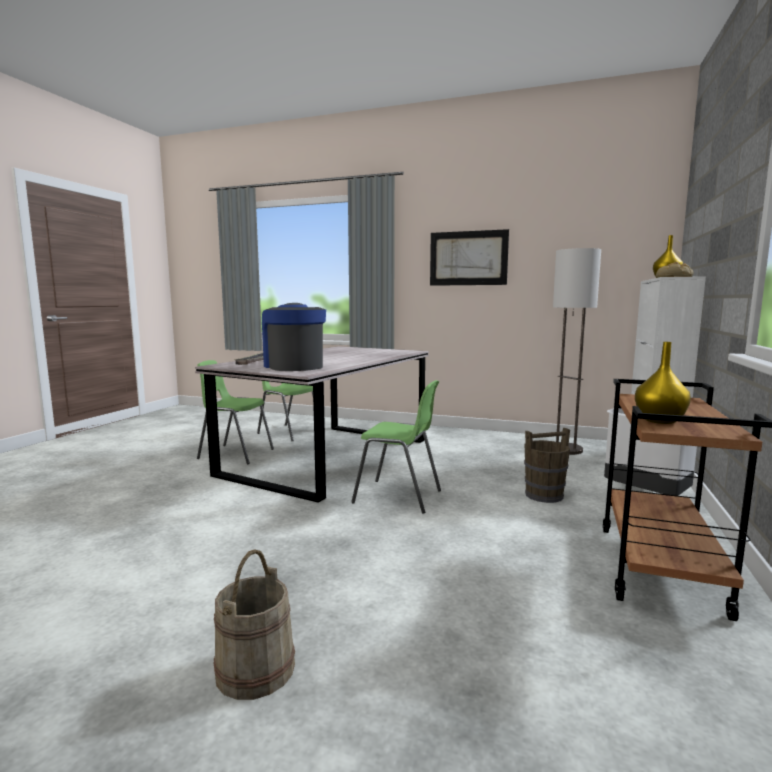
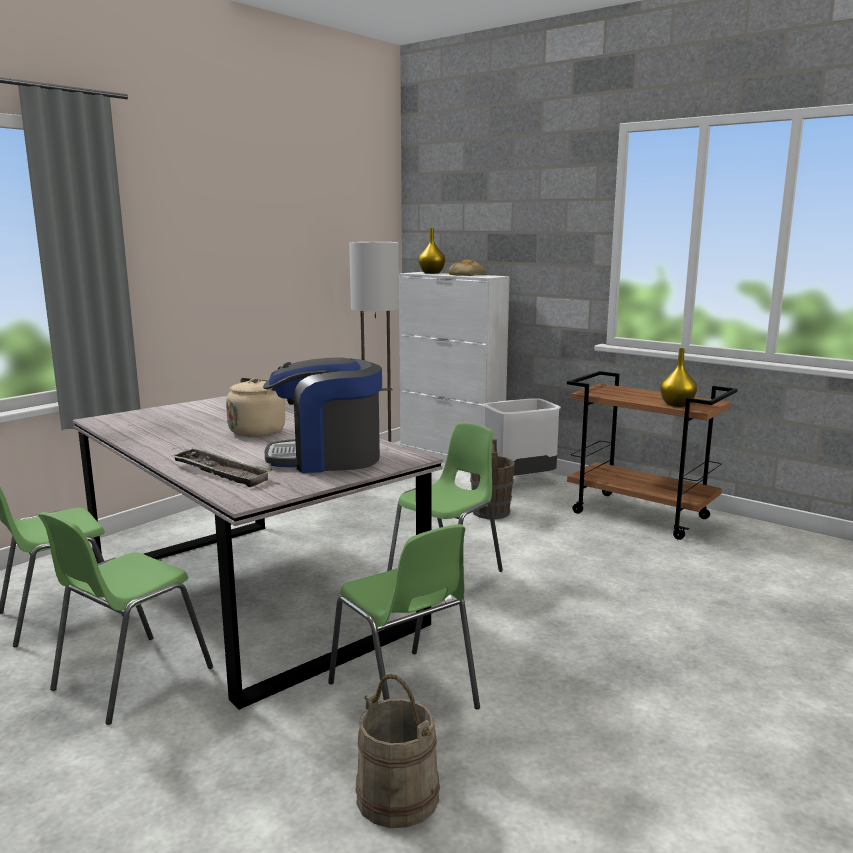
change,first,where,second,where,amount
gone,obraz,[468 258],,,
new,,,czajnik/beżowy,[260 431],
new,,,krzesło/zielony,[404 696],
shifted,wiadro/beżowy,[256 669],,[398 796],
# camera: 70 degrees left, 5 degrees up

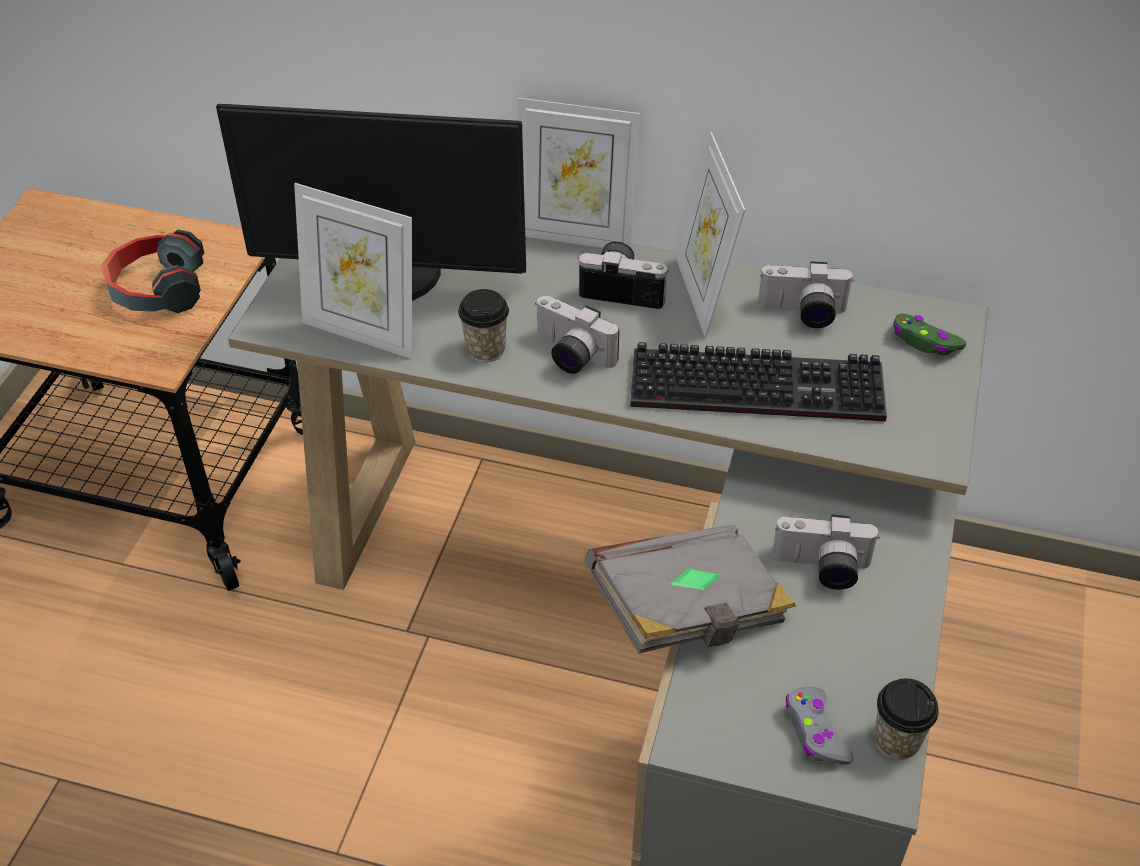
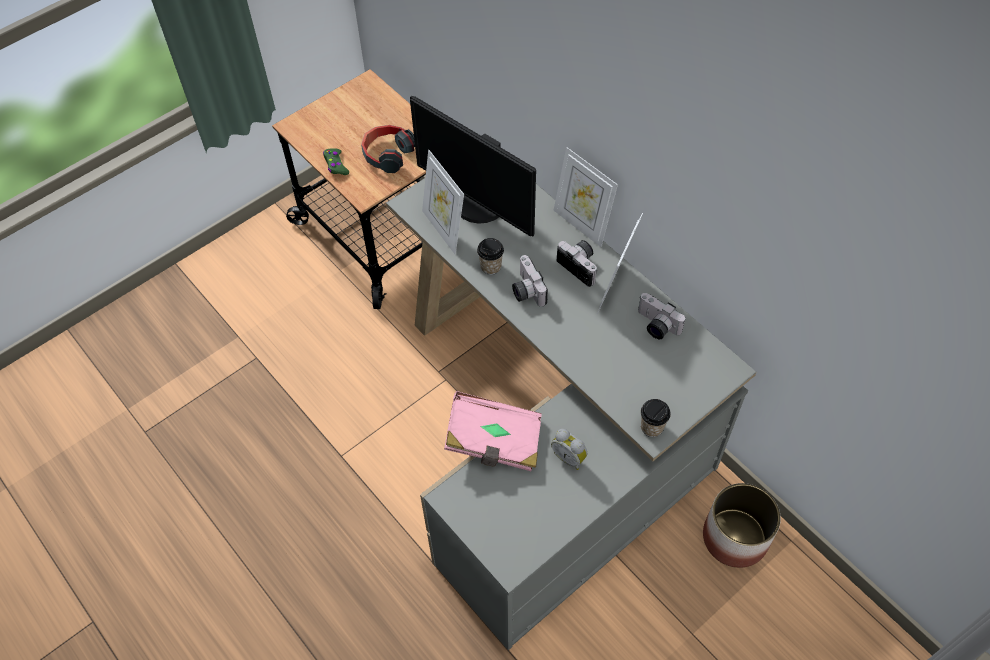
change,first,where,second,where,amount
gone,klawiatura,[761 384],,,
gone,pad do gier/szary,[815 732],,,
new,,,donica,[734 538],
shifted,filiżanka,[896 740],,[652 427],
shifted,pad do gier/zielony,[925 342],,[336 165],
swapped,aparat fotograficzny,[821 569],budzik,[569 457],
repainted,książka/szary,[688 611],książka/różowy,[494 442],
# camera: 35 degrees right, 10 degrees up

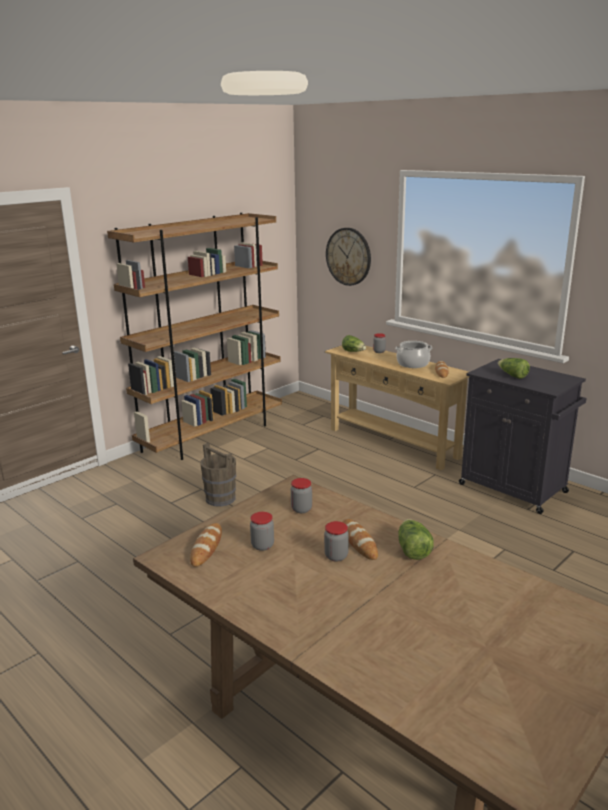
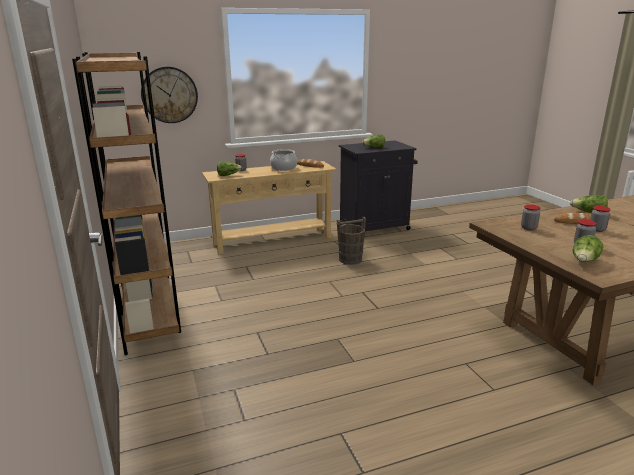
change,first,where,second,where,amount
shifted,wiadro/brązowy,[220 498],,[350 259],
swapped,chleb,[206 547],sałata,[584 261],
# camera: 65 degrees left, 0 degrees up

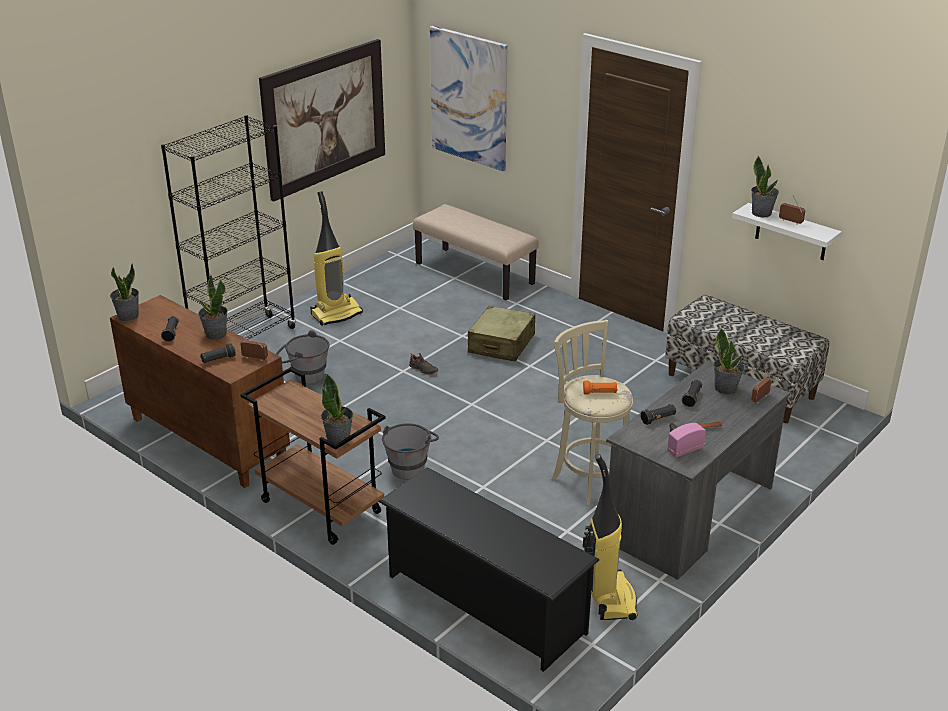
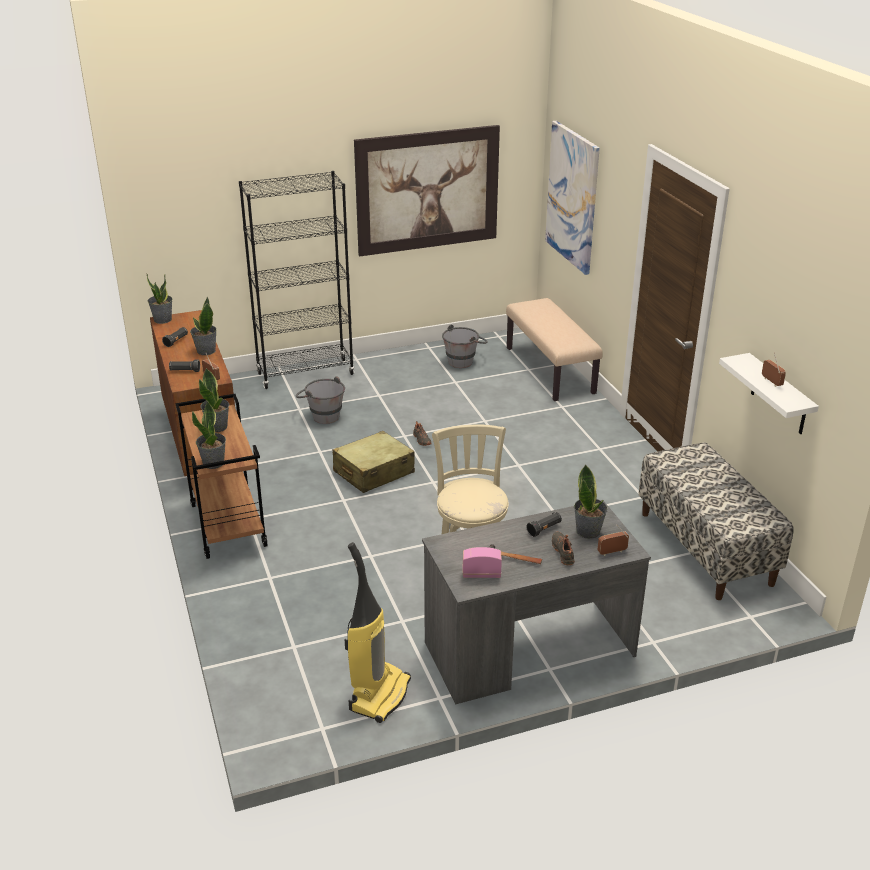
change,first,where,second,where,amount
gone,odkurzacz,[336 314],,,
gone,regał na buty/czarny,[484 603],,,
gone,latarka/pomarańczowy,[600 393],,,
gone,latarka/czarny,[658 419],,,
new,,,but/czarny,[563 552],
shifted,wiadro/szary,[410 465],,[464 360],
shifted,walizka/beżowy,[501 344],,[373 472],
shifted,roślina doniczkowa,[761 213],,[217 427],
# camera: 30 degrees right, 0 degrees up

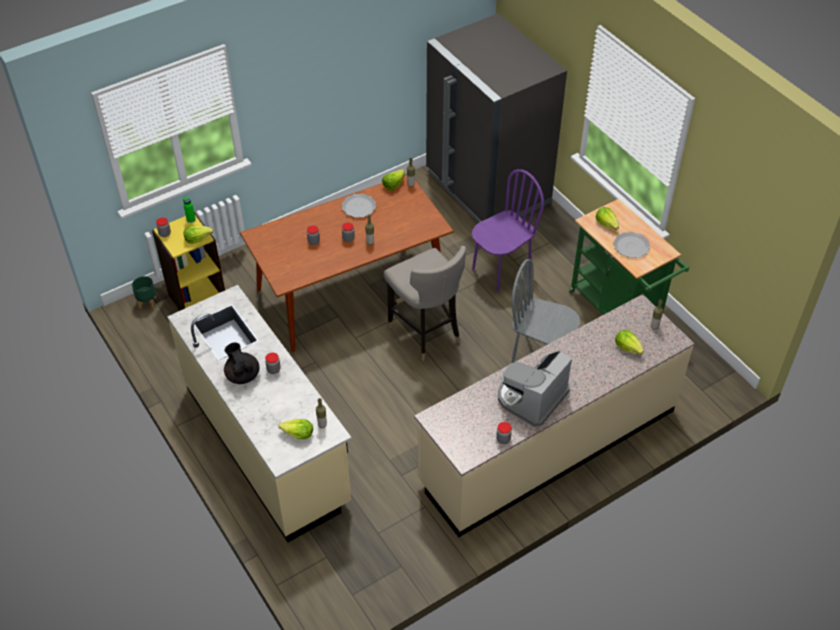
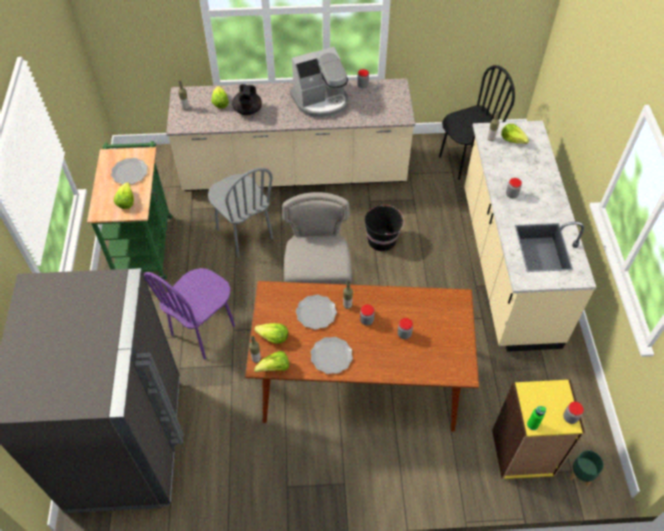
change,first,where,second,where,amount
new,,,talerz,[316 313],
new,,,wiadro/czarny,[382 239],
new,,,krzesło/czarny,[465 161],
shifted,sałata,[198 238],,[273 337],
shifted,imbryk/czarny,[242 375],,[247 111],
rotated,krzesło/fioletowy,[501 270],,[203 330],45 degrees counterclockwise
# camera: 150 degrees left, 5 degrees up

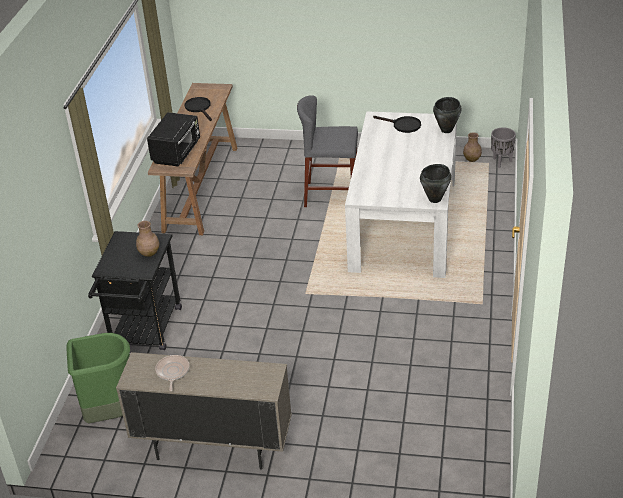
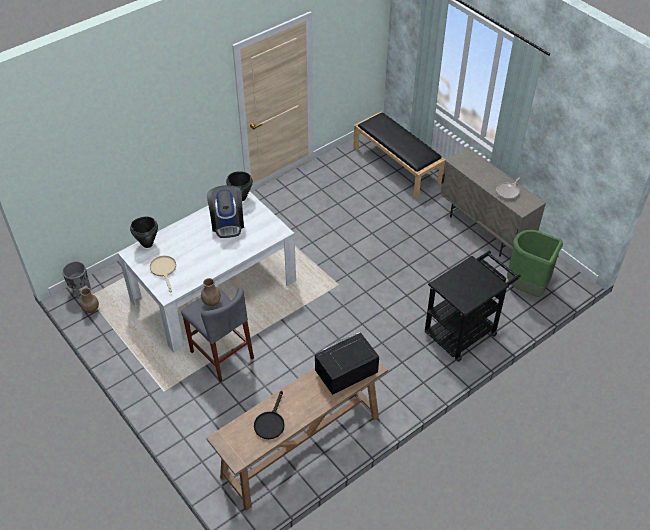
change,first,where,second,where,amount
new,,,ekspres do kawy,[227 223],
new,,,ławka/czarny,[397 165],
shifted,wazon/brązowy,[149 253],,[212 302],
repainted,patelnia/czarny,[403 125],patelnia/beżowy,[164 270],
# camera: 140 degrees left, 10 degrees up

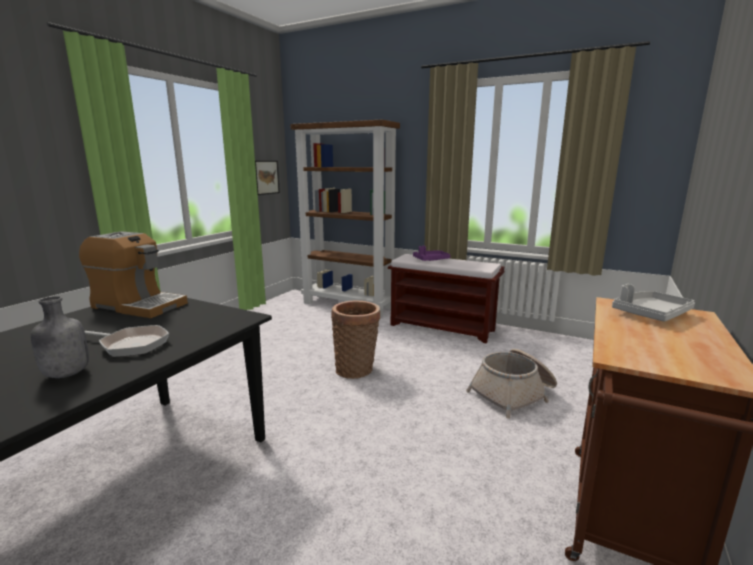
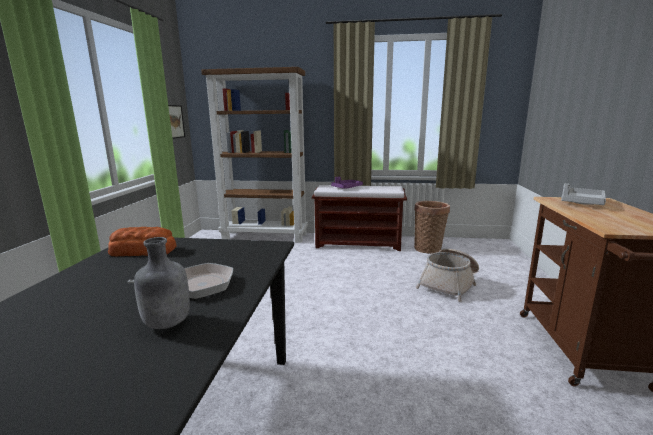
change,first,where,second,where,amount
shifted,koszyk,[356 369],,[429 248],
swapped,ekspres do kawy,[138 305],chleb,[142 251],
# camera: 20 degrees left, 0 degrees up

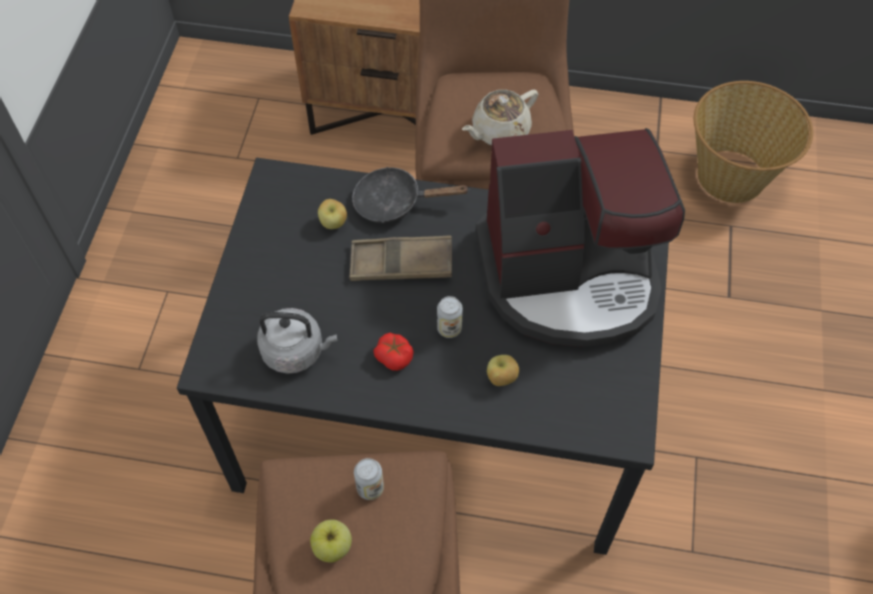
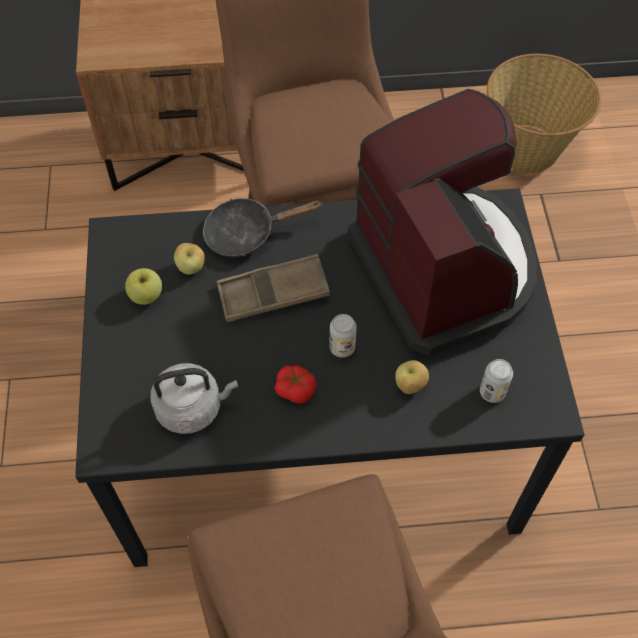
change,first,where,second,where,amount
gone,imbryk/beżowy,[499 131],,,
shifted,jabłko,[332 547],,[146 296],
shifted,puszka,[370 488],,[492 392],
rotated,ekspres do kawy,[570 277],,[444 269],90 degrees counterclockwise
# camera: 15 degrees left, 0 degrees up

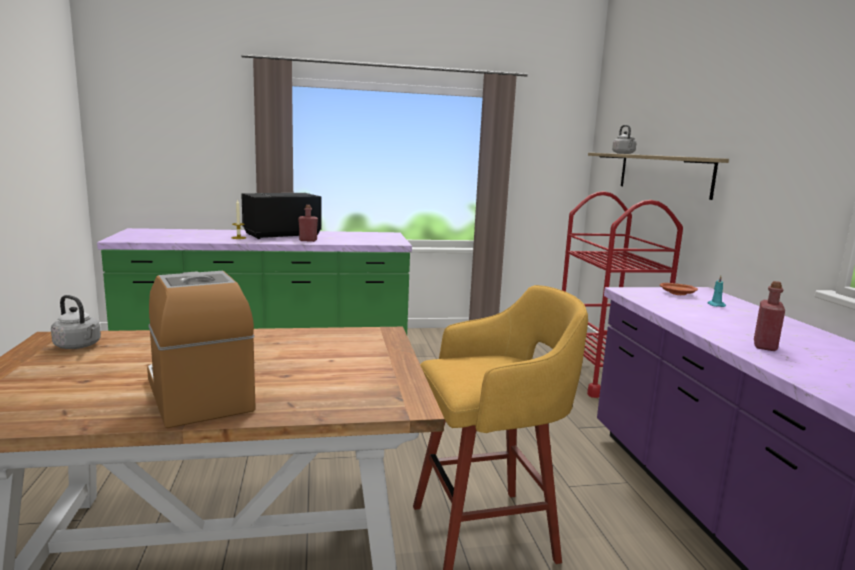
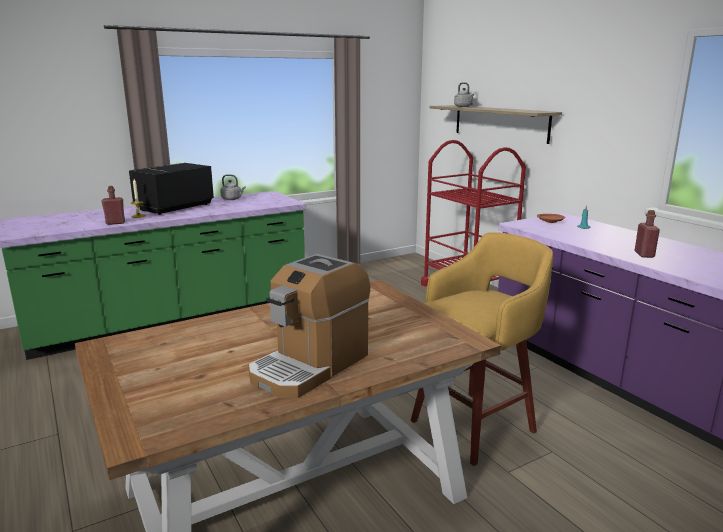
change,first,where,second,where,amount
shifted,czajnik/szary,[79 346],,[232 199],
shifted,butelka/czerwony,[308 240],,[115 223],
rotated,ekspres do kawy,[198 394],,[310 366],90 degrees counterclockwise
# camera: 20 degrees left, 5 degrees up

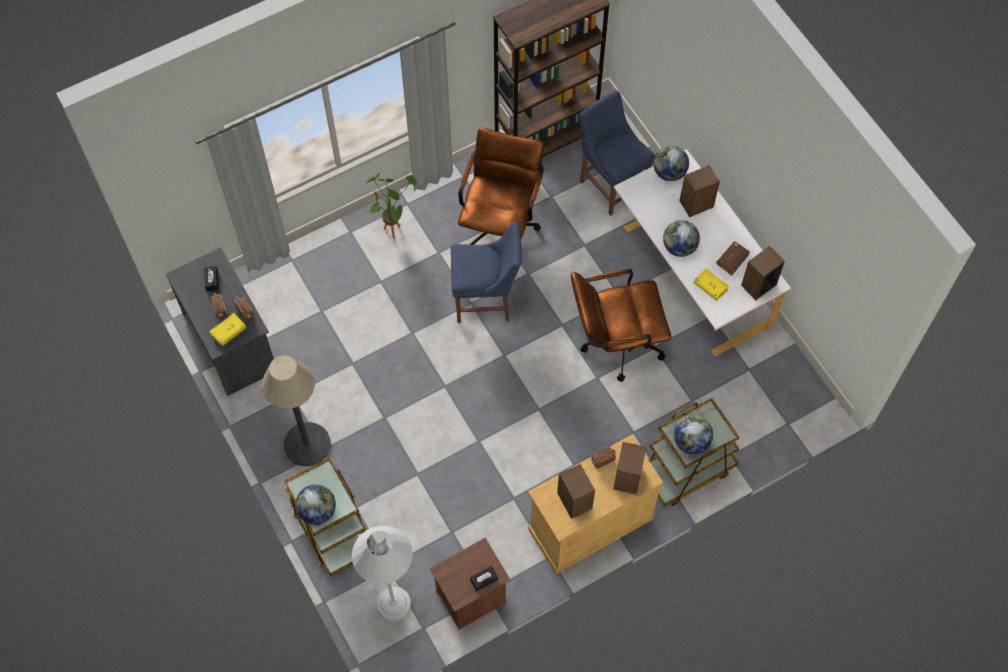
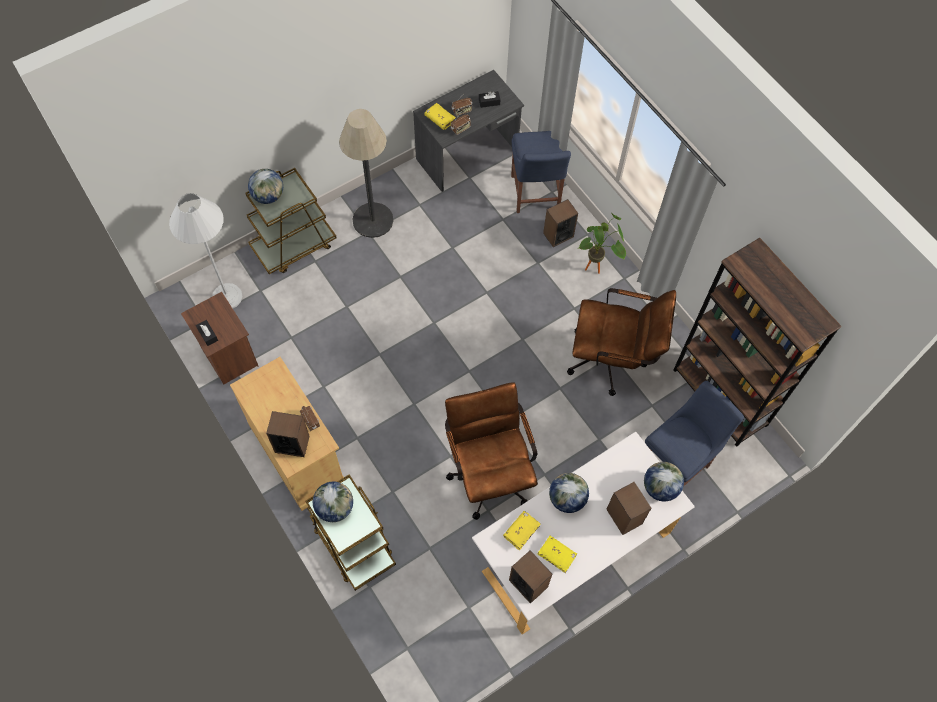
change,first,where,second,where,amount
shifted,krzesło/niebieski,[486 301],,[535 195],
shifted,głośnik,[574 501],,[558 235],
repainted,książka/brązowy,[732 260],książka/żółty,[557 555],
# camera: 85 degrees right, 0 degrees up

